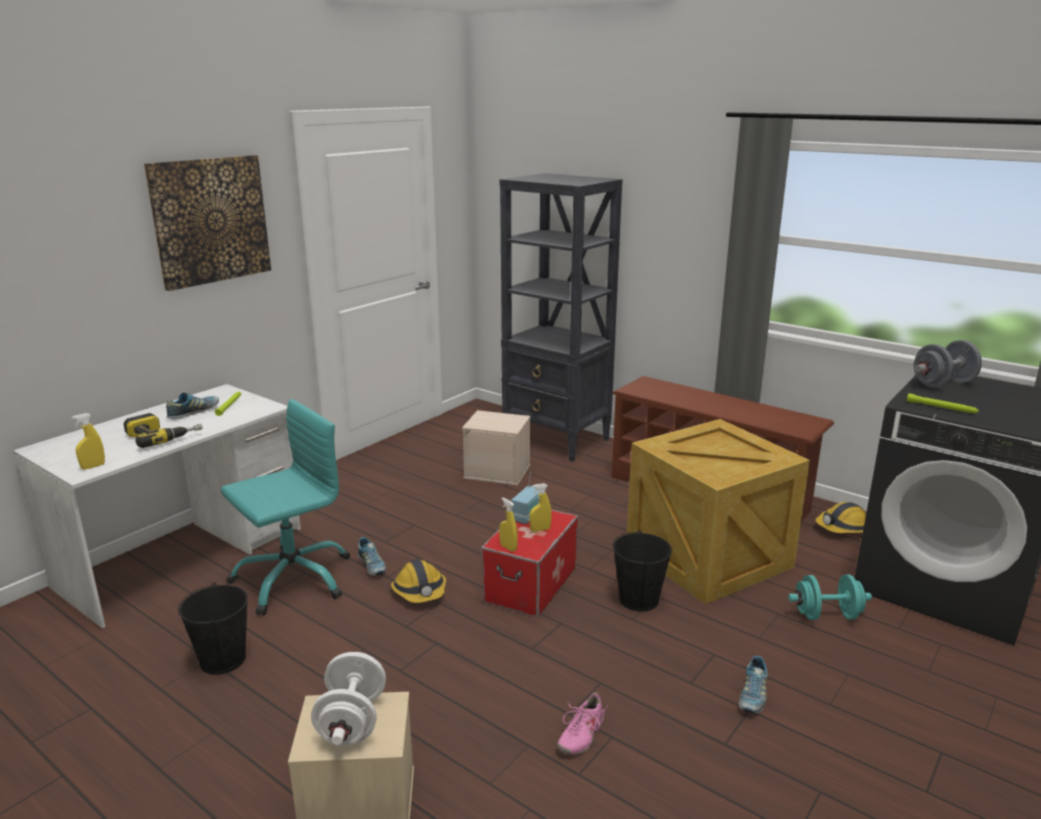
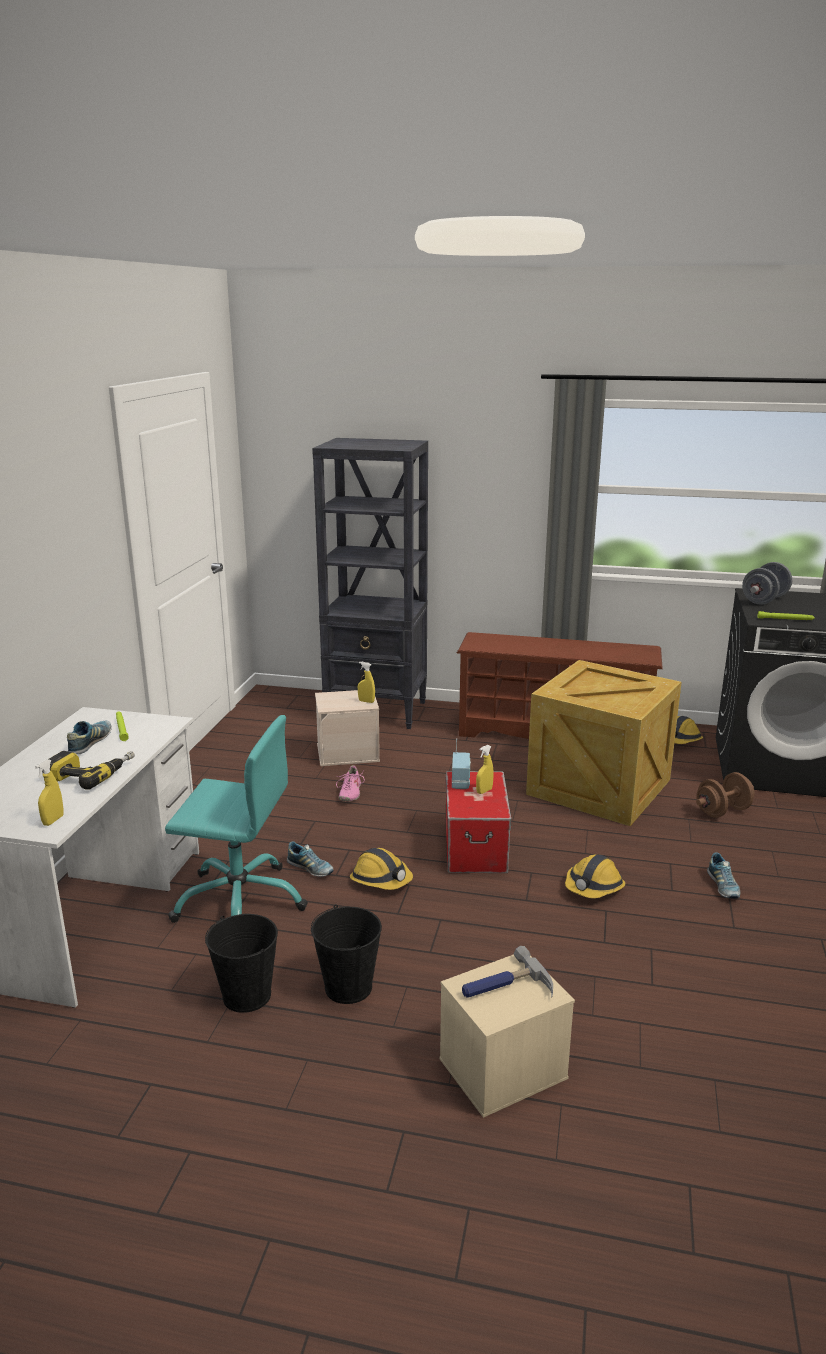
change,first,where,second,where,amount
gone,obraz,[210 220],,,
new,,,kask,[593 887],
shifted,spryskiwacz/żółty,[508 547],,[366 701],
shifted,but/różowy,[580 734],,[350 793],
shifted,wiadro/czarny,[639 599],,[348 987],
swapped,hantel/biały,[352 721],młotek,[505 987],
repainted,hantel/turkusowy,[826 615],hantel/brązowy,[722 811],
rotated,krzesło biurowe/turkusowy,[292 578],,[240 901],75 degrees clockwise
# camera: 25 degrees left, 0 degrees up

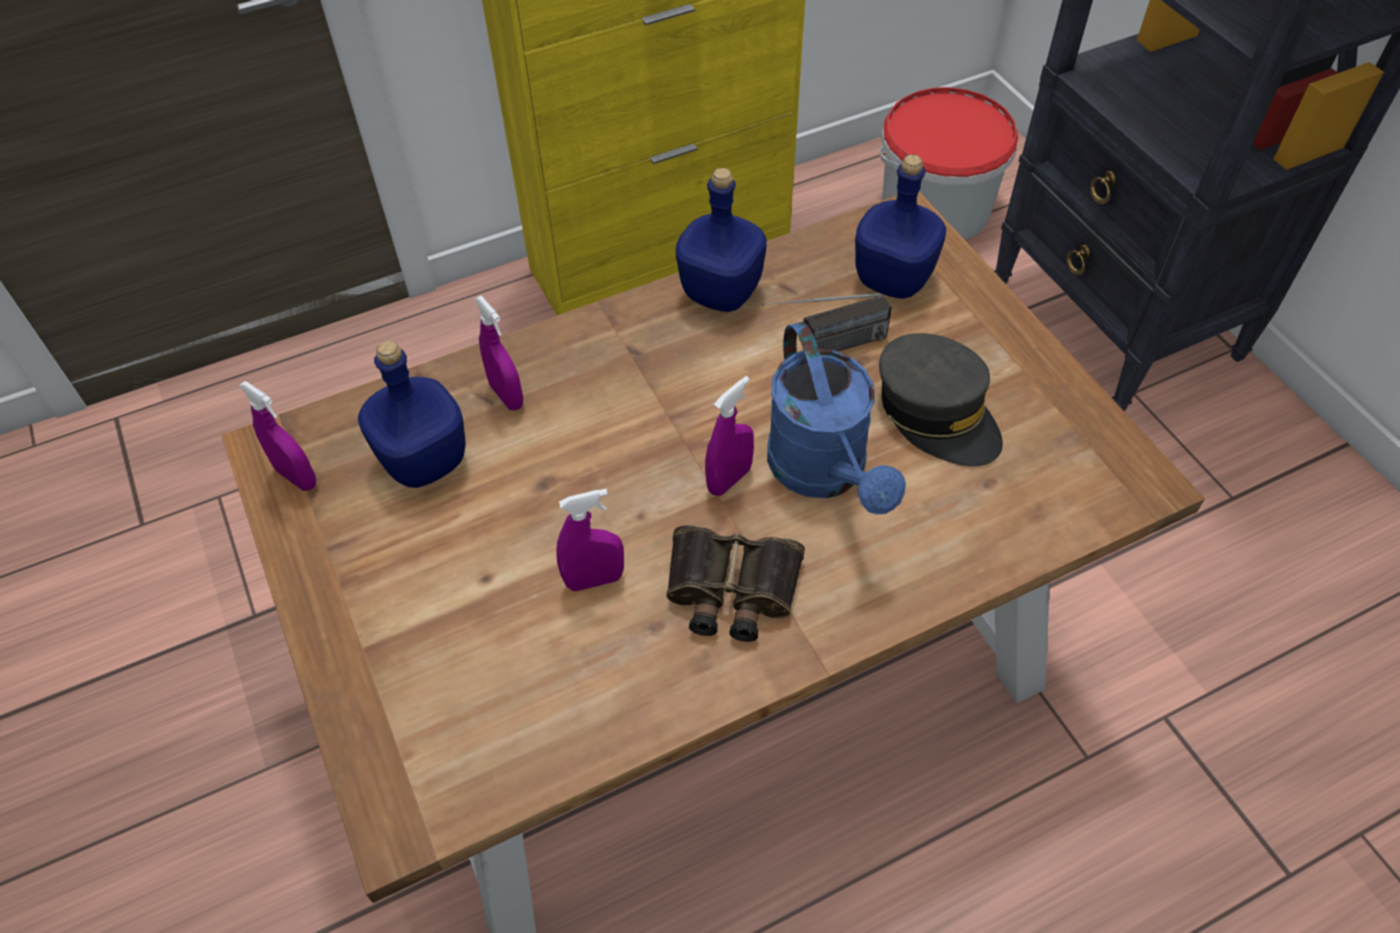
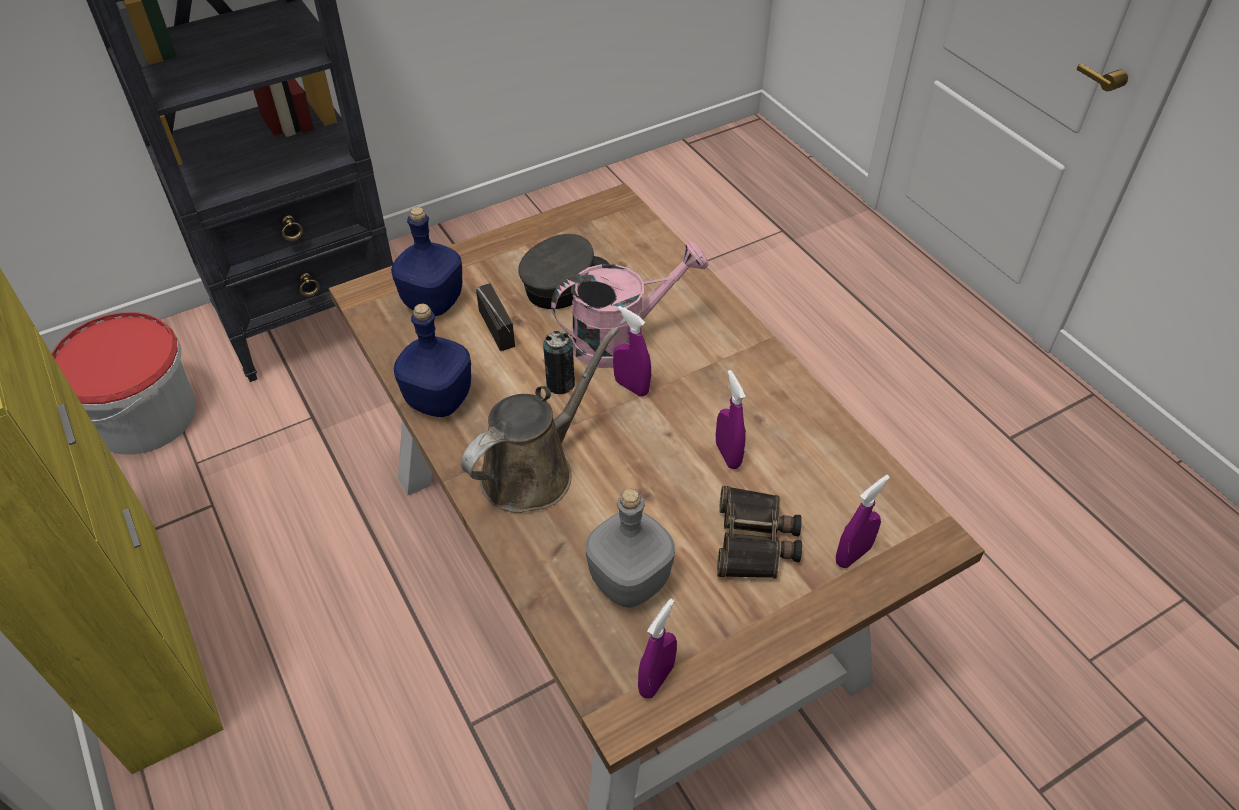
change,first,where,second,where,amount
new,,,konewka/brązowy,[534 470],
new,,,puszka,[560 384],
shifted,spryskiwacz/fioletowy,[506 396],,[853 555],
shifted,lornetka,[730 590],,[756 541],
repainted,butelka/niebieski,[426 462],butelka/szary,[630 580],
repainted,konewka/niebieski,[825 473],konewka/różowy,[621 338],
# camera: 95 degrees left, 5 degrees down

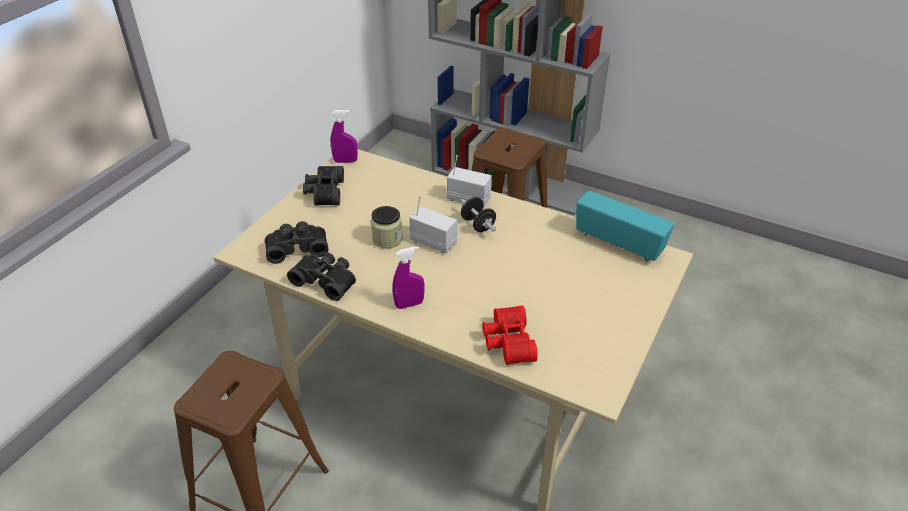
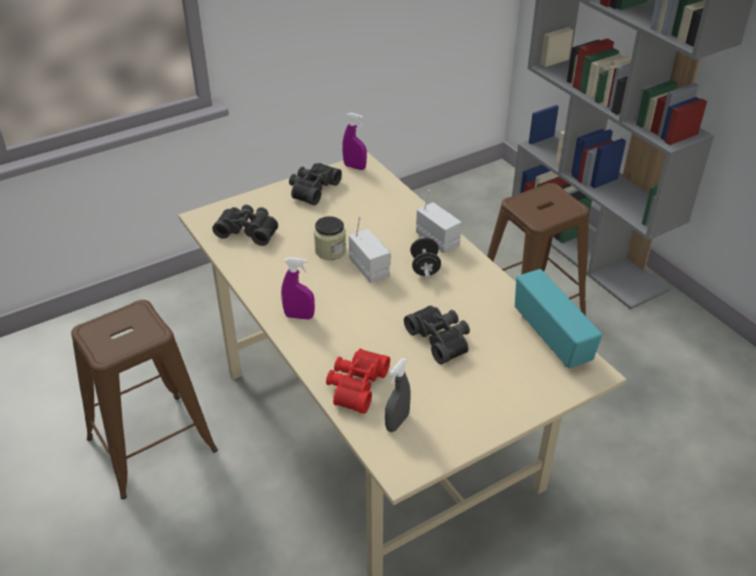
change,first,where,second,where,amount
new,,,spryskiwacz/szary,[397 422],
shifted,lornetka/czarny,[326 280],,[441 339],
# camera: 30 degrees right, 0 degrees up

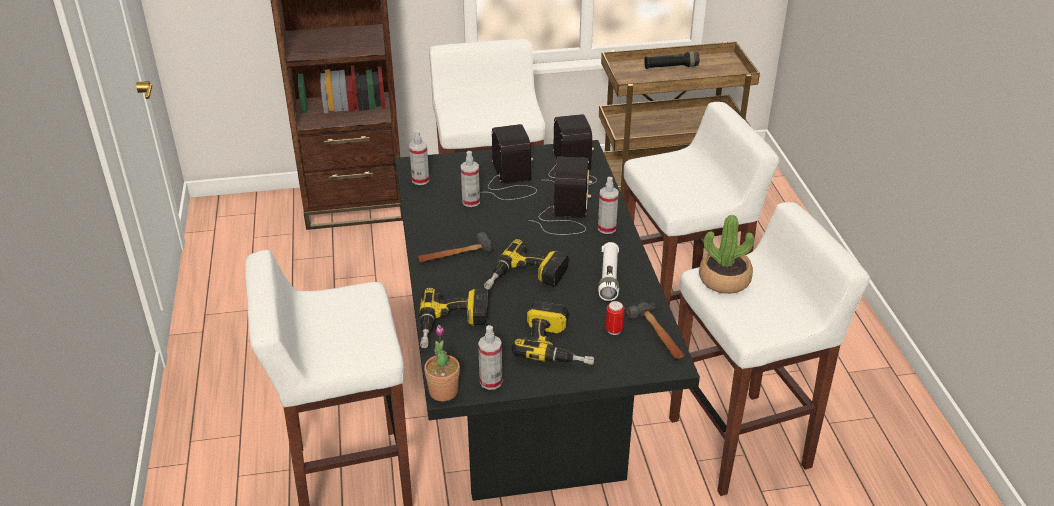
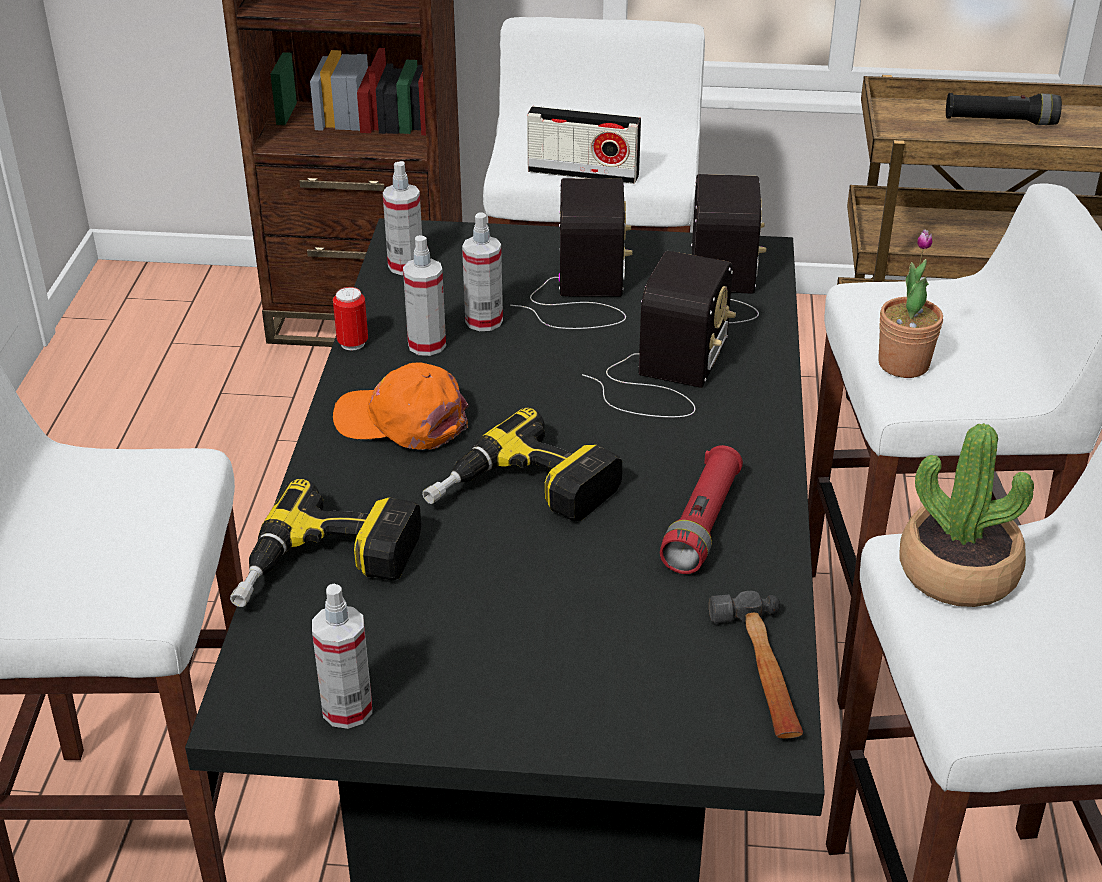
change,first,where,second,where,amount
gone,wiertarka,[557 345],,,
new,,,radio,[583 173],
shifted,roślina doniczkowa,[443 391],,[903 364],
shifted,spryskiwacz,[607 228],,[427 345],
shifted,puszka,[614 330],,[352 343],
swapped,młotek,[455 254],czapka z daszkiem/pomarańczowy,[402 420],
repainted,latarka/biały,[609 278],latarka/czerwony,[702 524],
# camera: 15 degrees right, 0 degrees up

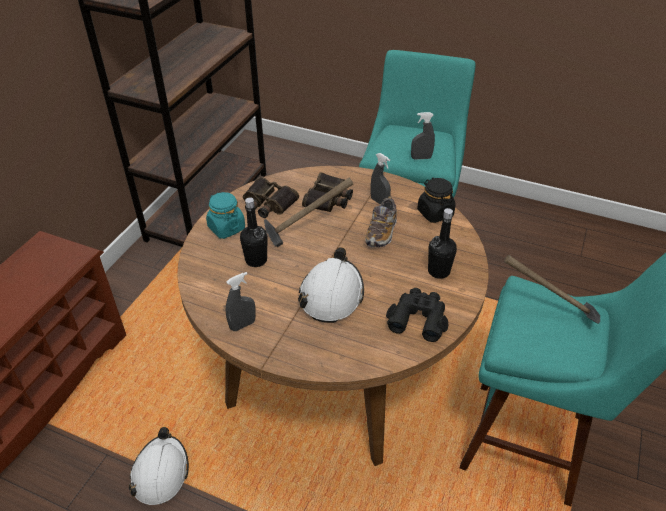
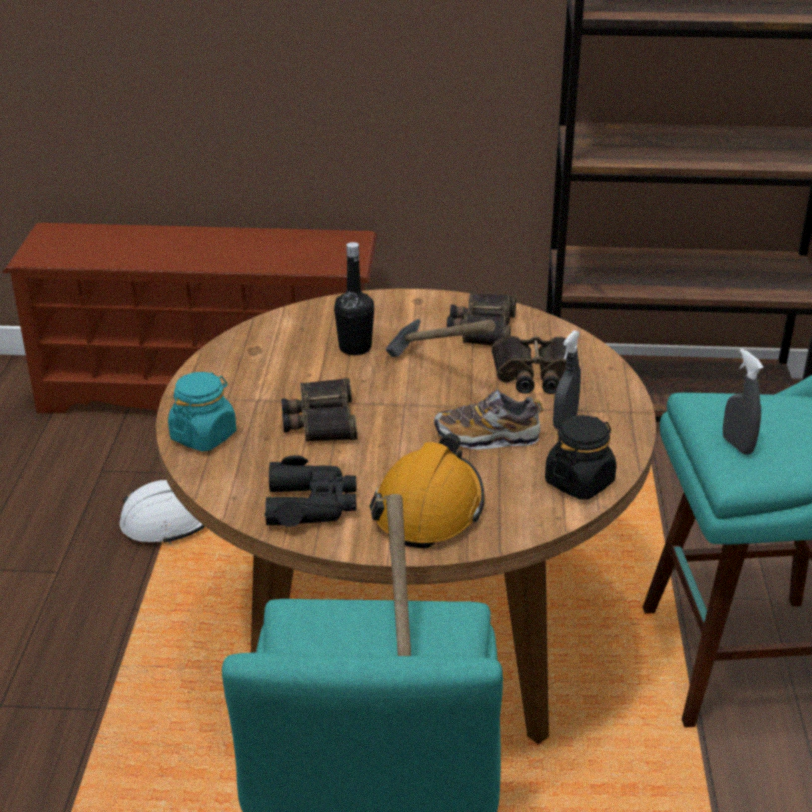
change,first,where,second,where,amount
gone,spryskiwacz/szary,[242 325],,,
shifted,słoik/turkusowy,[226 228],,[203 436],
swapped,kask/biały,[331 294],lornetka,[320 420],
swapped,butelka/czarny,[438 271],kask/pomarańczowy,[429 508],
# camera: 70 degrees right, 10 degrees down

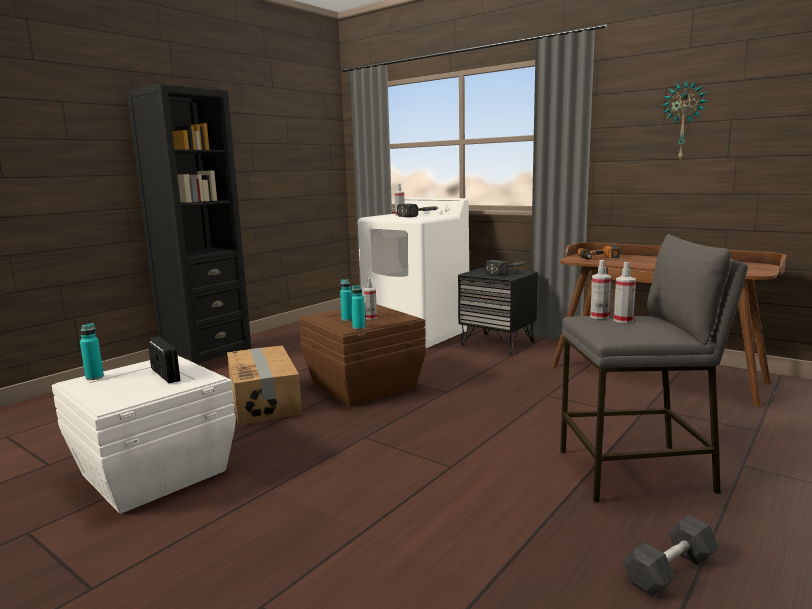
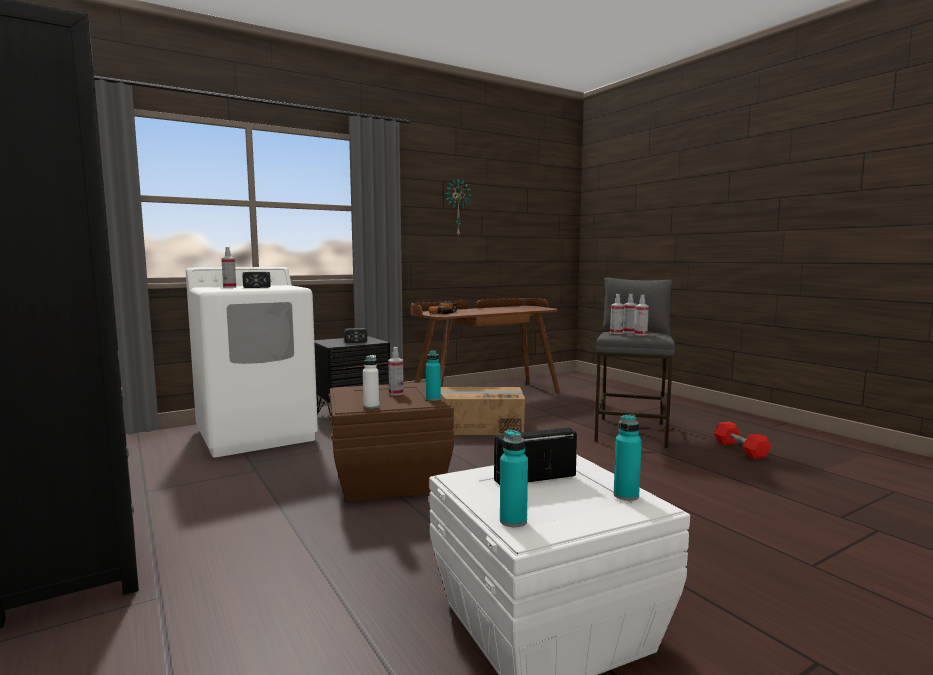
change,first,where,second,where,amount
new,,,butelka/biały,[371 407],
new,,,spryskiwacz,[640 334],
shifted,karton,[265 400],,[478 426],
shifted,butelka/turkusowy,[347 319],,[626 495],
repainted,hantel/szary,[670 570],hantel/czerwony,[740 449],
# camera: 70 degrees left, 5 degrees down

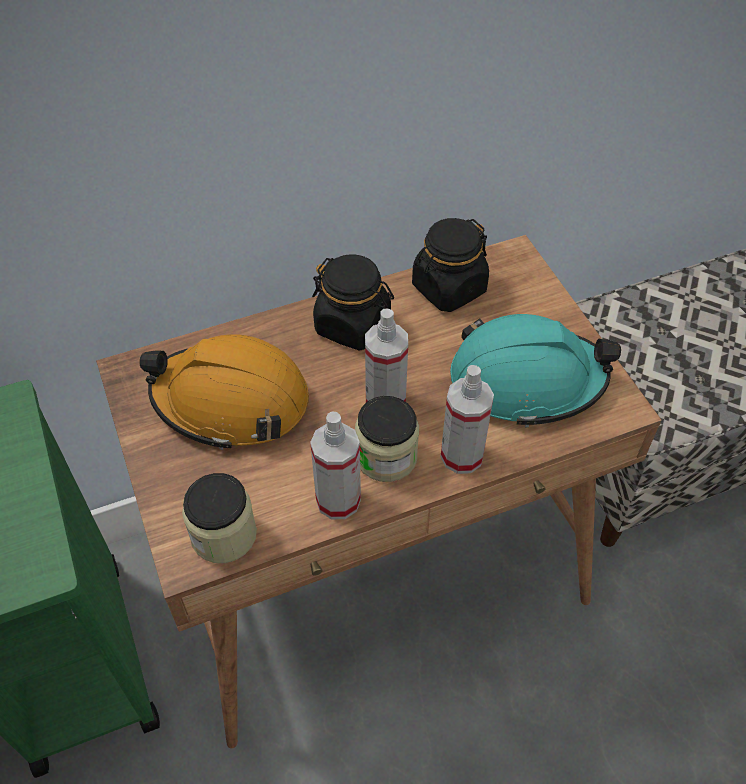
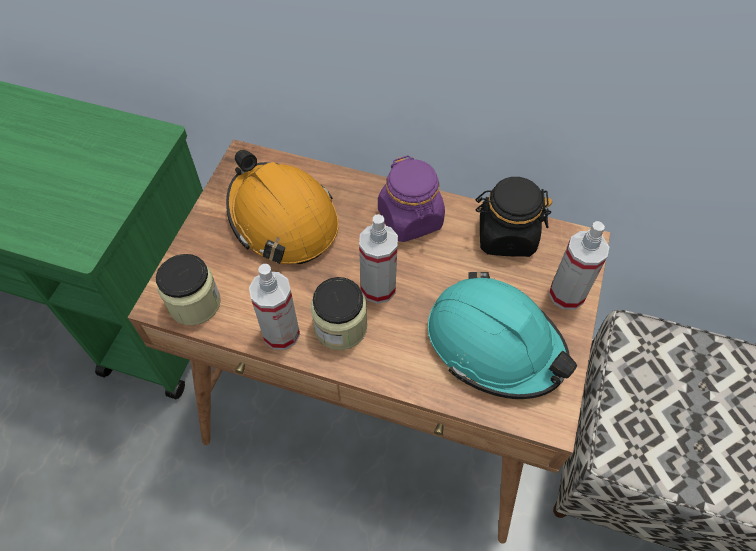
change,first,where,second,where,amount
shifted,spryskiwacz,[462 456],,[566 294],
repainted,słoik/czarny,[353 325],słoik/fioletowy,[410 219],
# camera: 40 degrees right, 5 degrees up

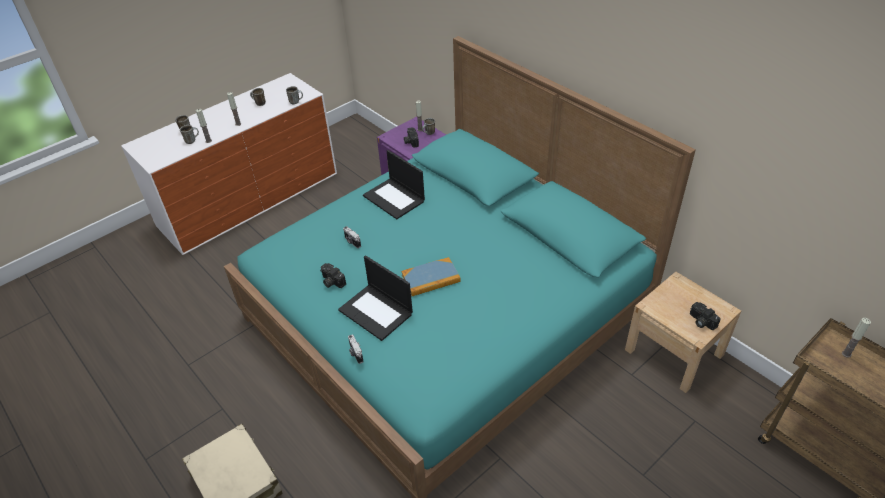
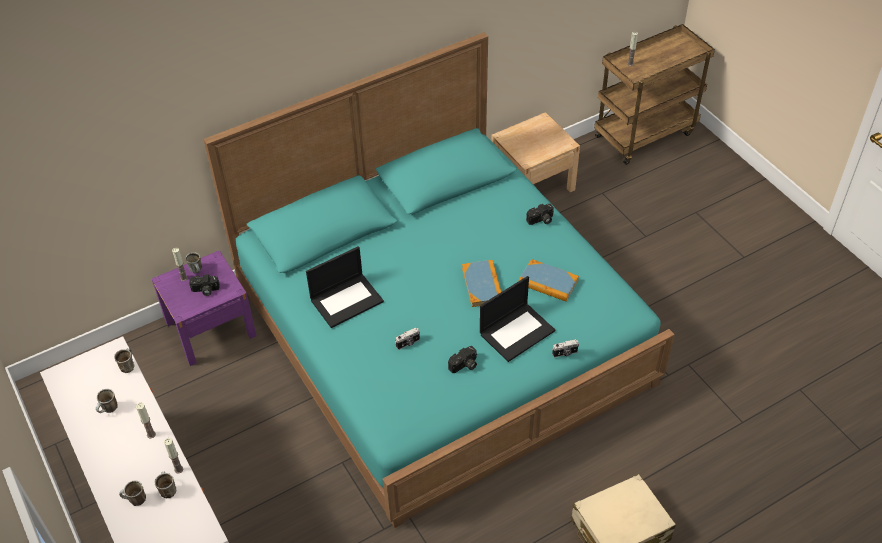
change,first,where,second,where,amount
new,,,książka,[548 282],
shifted,aparat fotograficzny,[701 321],,[541 220],
# camera: 80 degrees left, 5 degrees up

